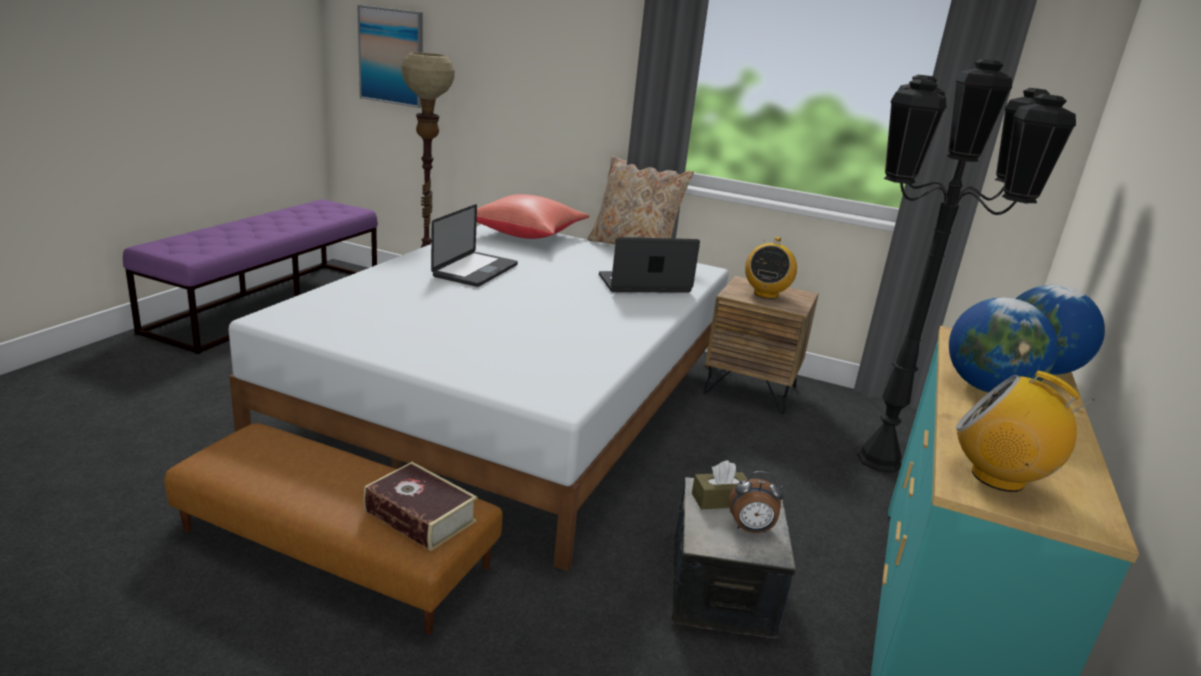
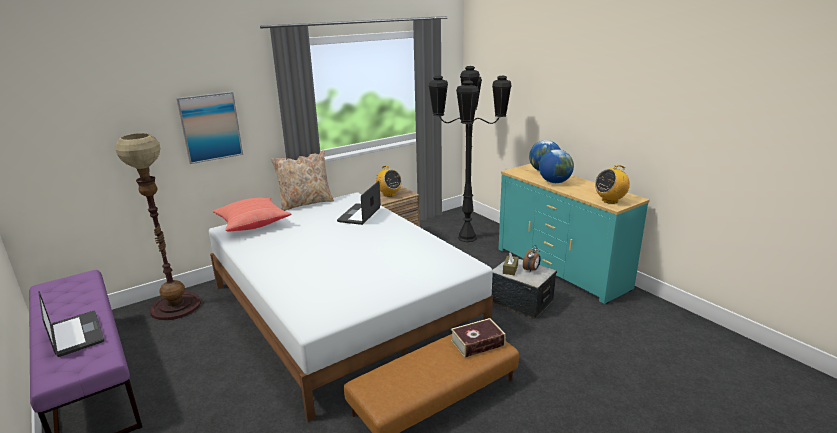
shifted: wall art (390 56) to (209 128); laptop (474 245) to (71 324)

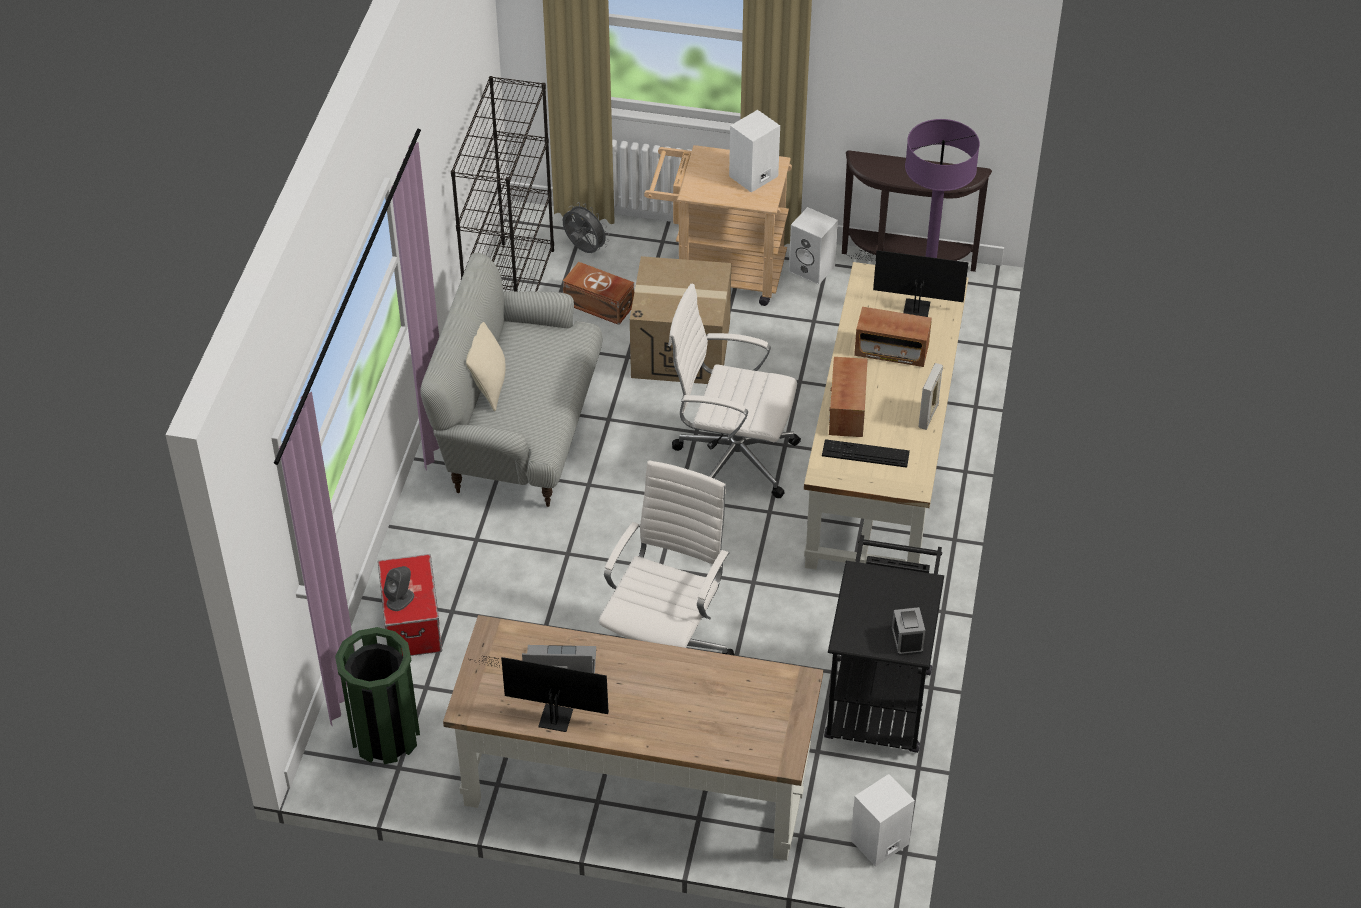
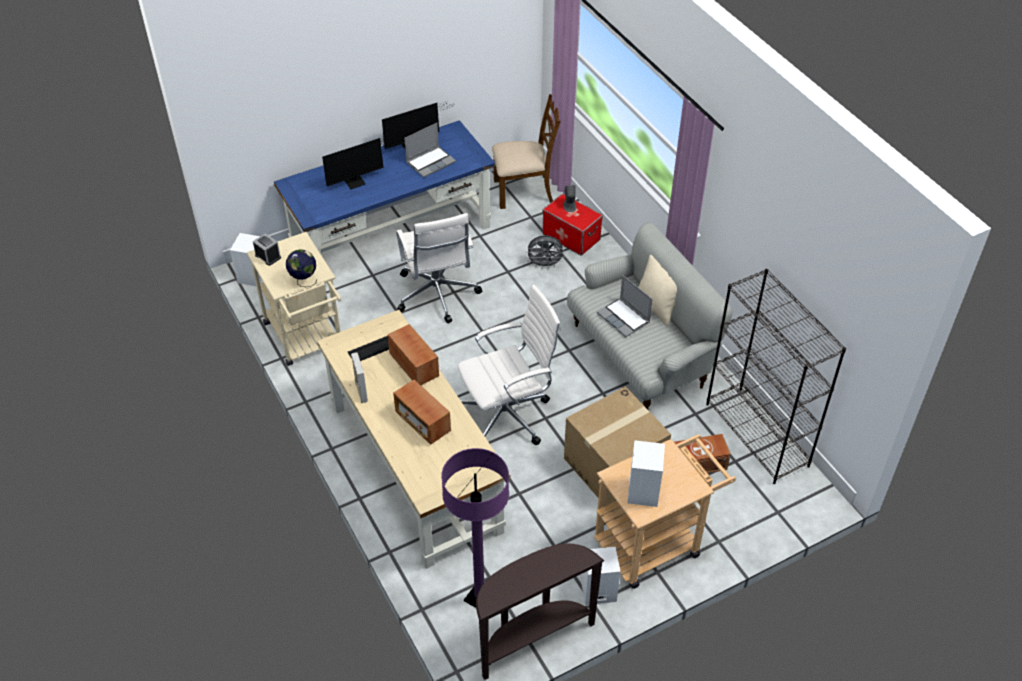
new: world globe (301 268); laptop (625 306)
shifted: greyish fan (586 227) to (545 250); computer screen (910 283) to (359 162)
swapped: greenish waste bin (377 695) to brownish upright chair (526 151)
repainted: brownish desk table (633 738) to blue-coloured desk table (384 203); black wheeled cart (884 644) to beige-coloured wheeled cart (294 299)
rotated: radio receiver (893 337) = (422 412) 105 degrees counterclockwise

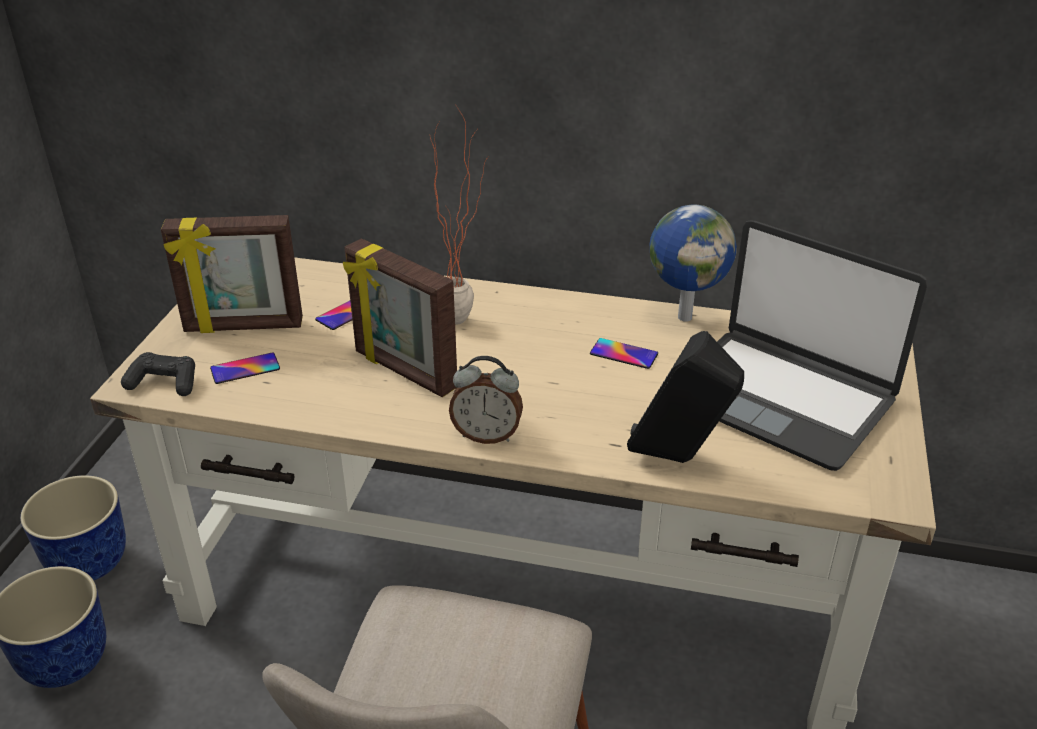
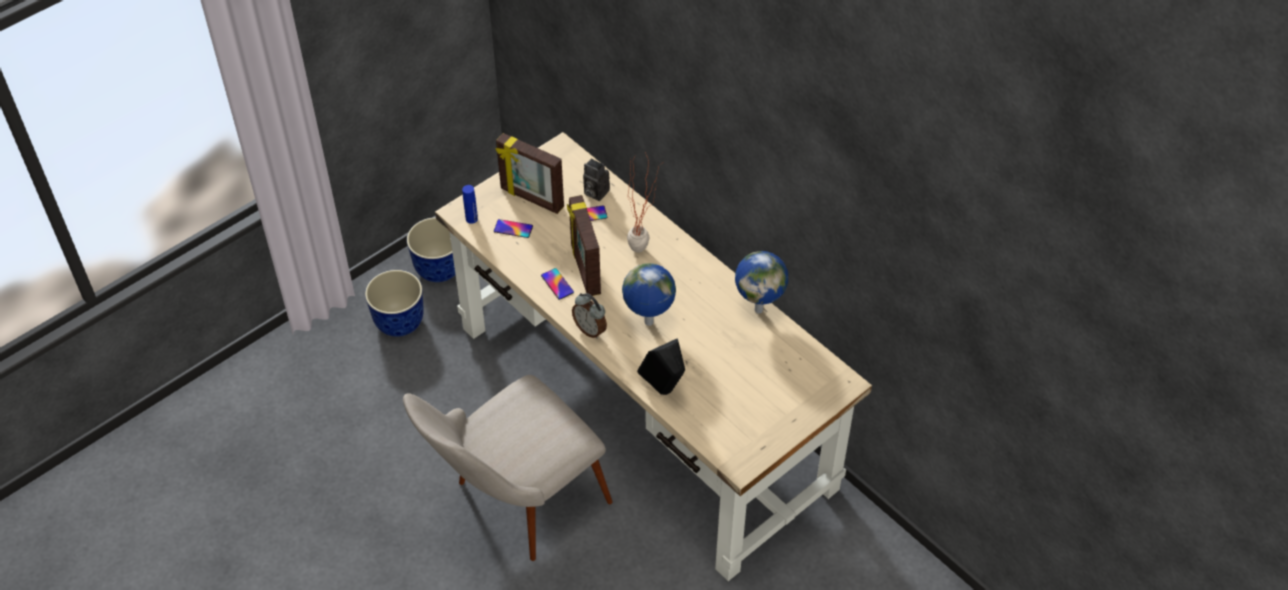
gone: laptop (822 346)
new: photo camera (596 179); world globe (649 294)
shifted: handset (624 353) to (557 284)
swapped: black gamepad (158 374) to blue-coloured drink bottle (470 204)

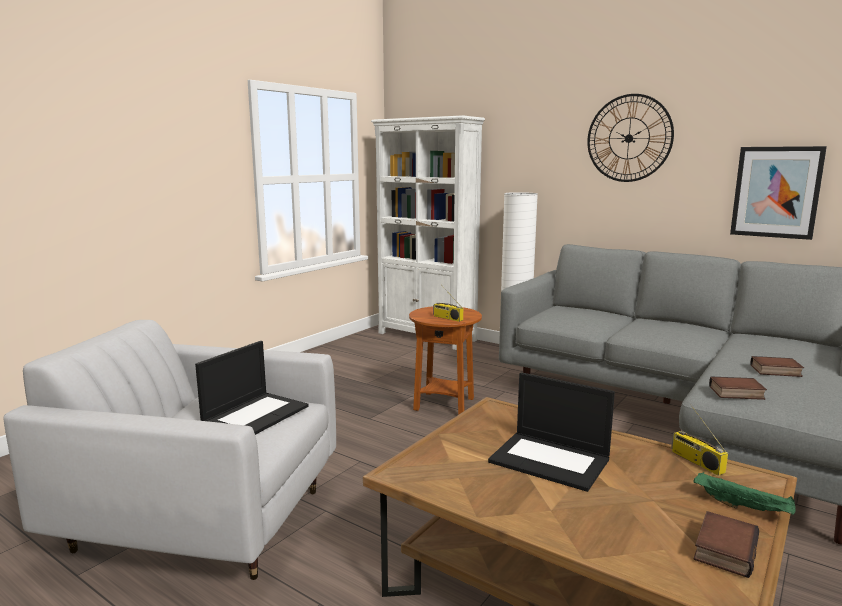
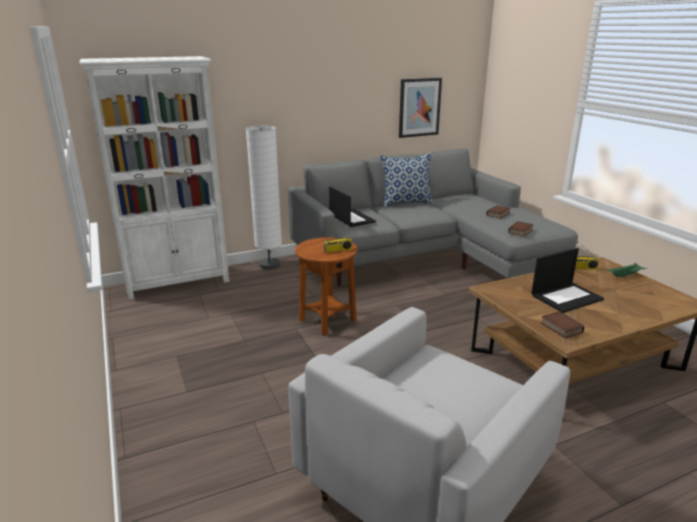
gone: clock on the wall (630 138)
new: throw pillow (407 180)
shifted: laptop (251 388) to (352 206); bound book (726 544) to (562 325)

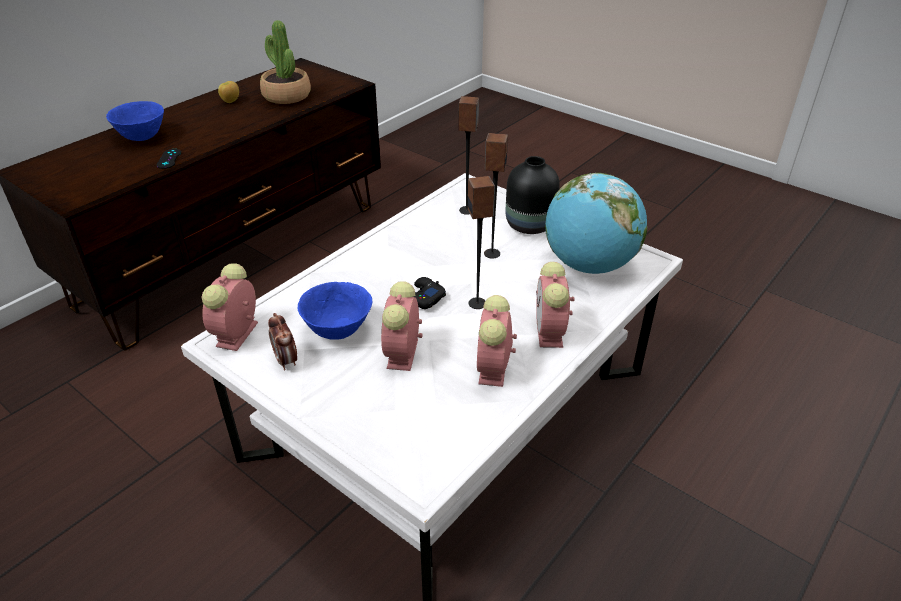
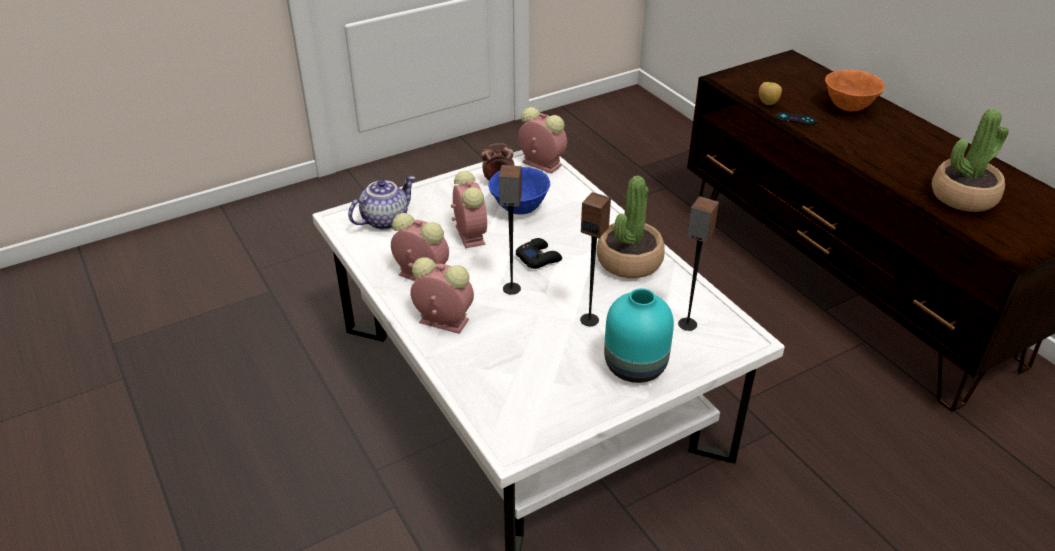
gone: world globe (596 223)
new: pot for tea (381 203); houseplant (631 227)
shifted: apple (228 92) to (770 93)
repainted: blue-coloured bowl (135 121) to orange bowl (855 90); black decorative vase (533 195) to turquoise-coloured decorative vase (639 335)
rotated: bedside clock (402 326) = (469 209) 45 degrees clockwise

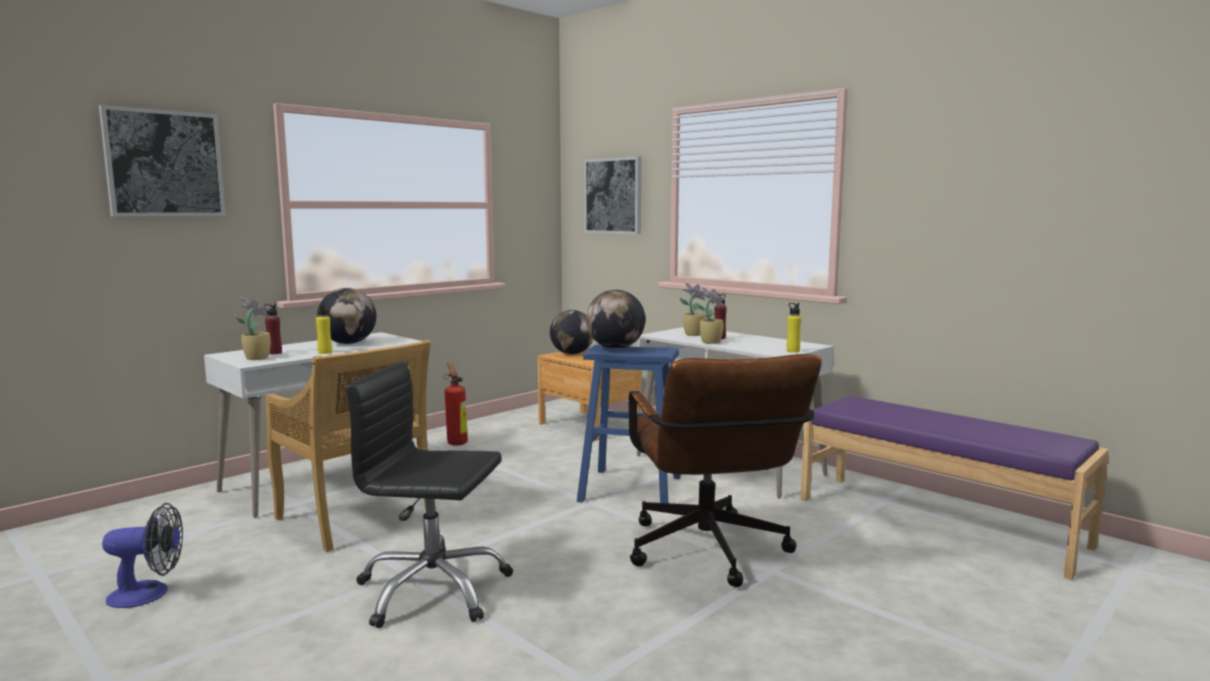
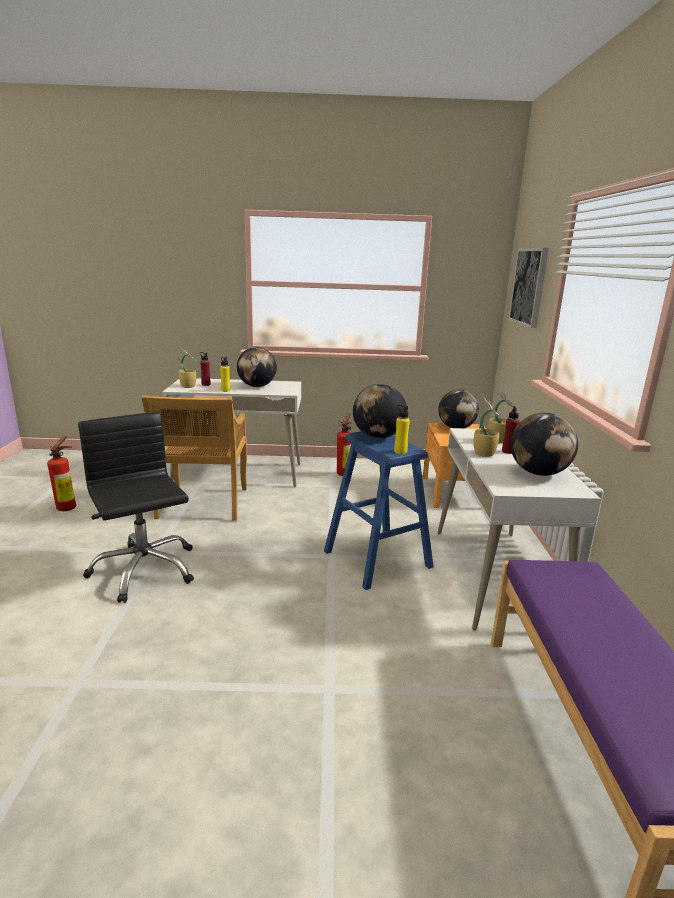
gone: wall art (162 160); brownish office chair (725 470)
new: world globe (544 444)
shifted: yellowish drink bottle (793 328) to (402 429)
swapped: fan (142 555) to fire extinguisher (61 473)

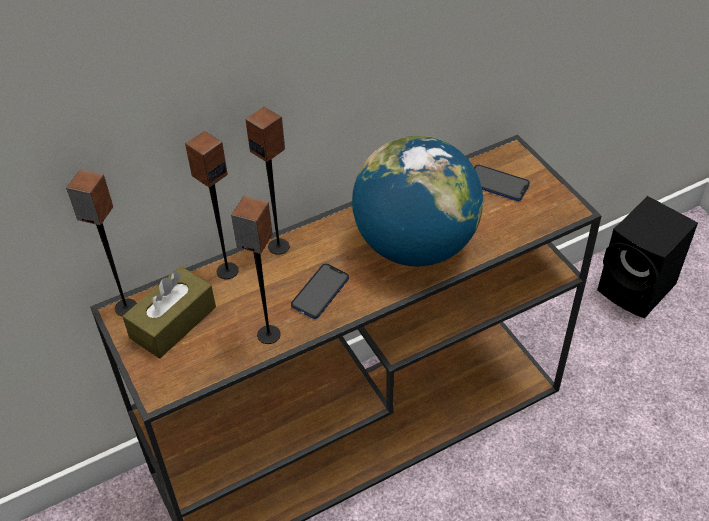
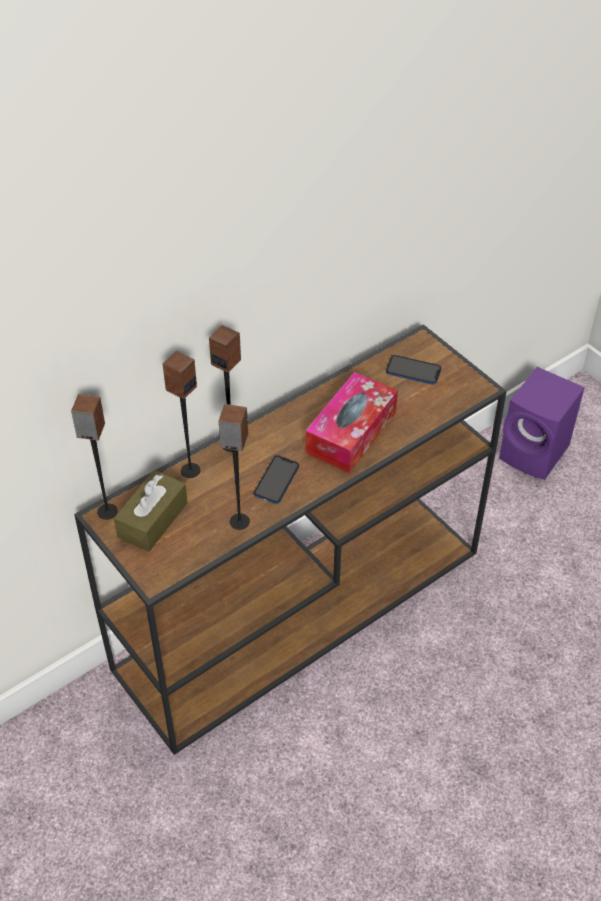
swapped: world globe (417 201) to box of tissues (351 422)
repainted: black loudspeaker (647 257) to purple loudspeaker (542 423)

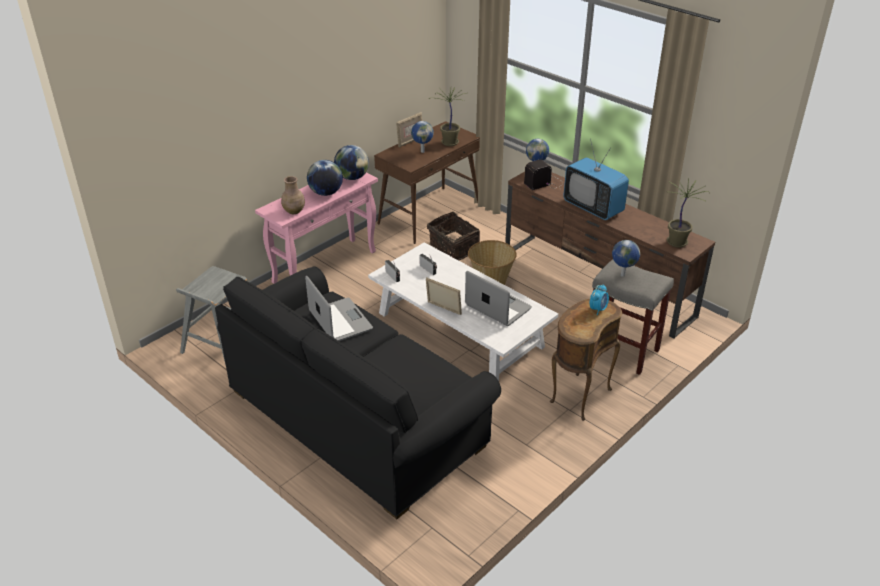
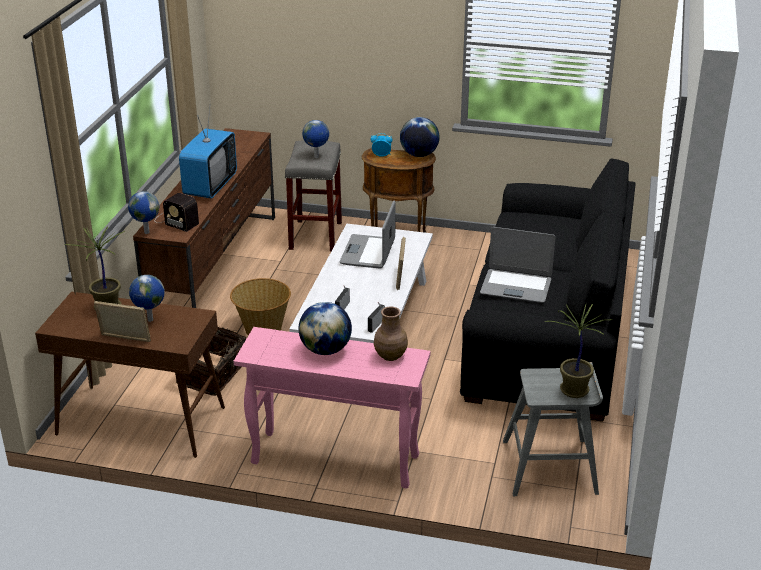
shifted: world globe (351 162) to (420 137); houseplant (688 213) to (578 351)
rotated: laptop (339 308) = (517 265) 105 degrees counterclockwise

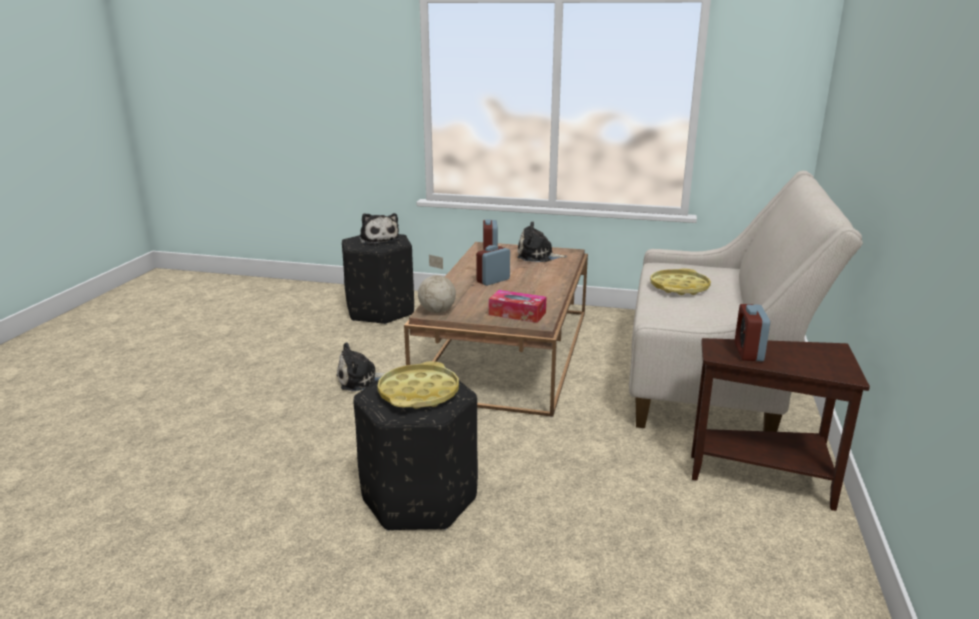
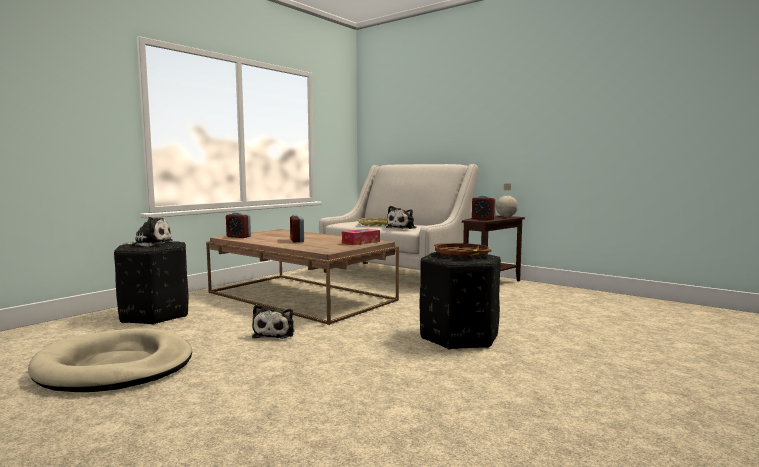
new: beige-coloured dog cushion (110 360)
shifted: world globe (437 284) to (507 200); plush toy (542 241) to (401 217)
repainted: yellowish serving tray (418 385) to brownish serving tray (463 251)

